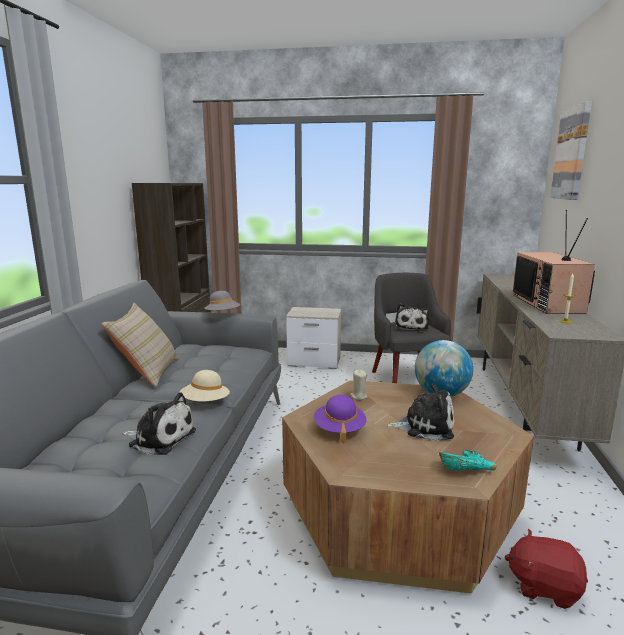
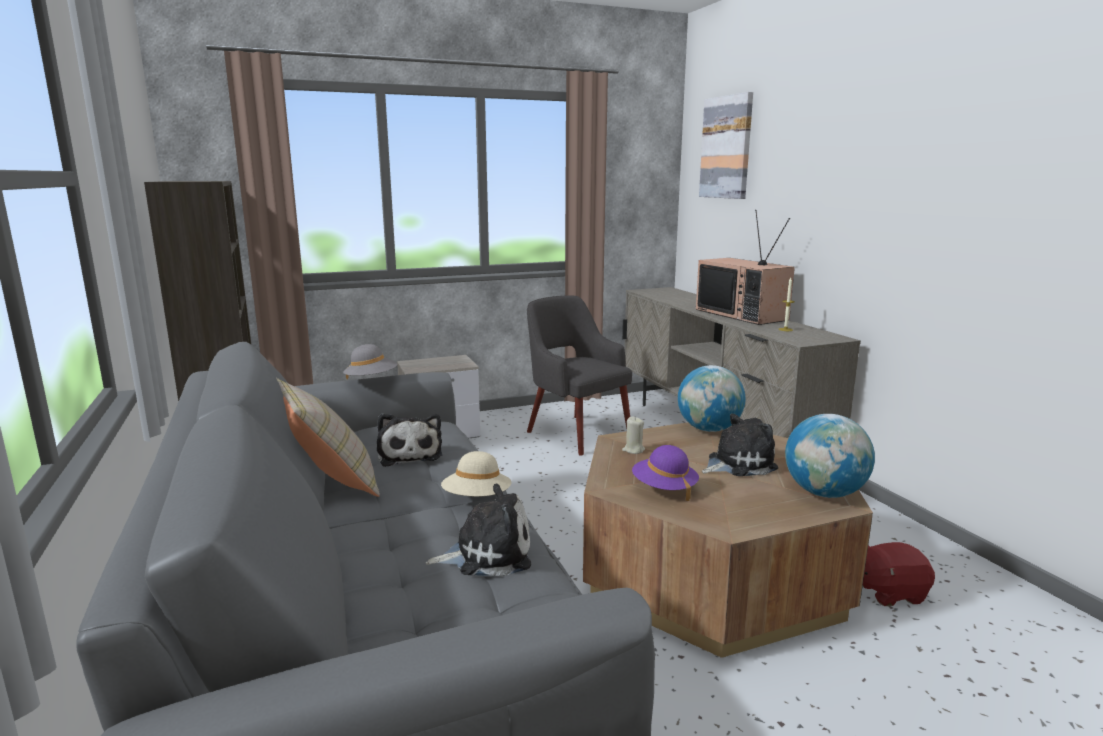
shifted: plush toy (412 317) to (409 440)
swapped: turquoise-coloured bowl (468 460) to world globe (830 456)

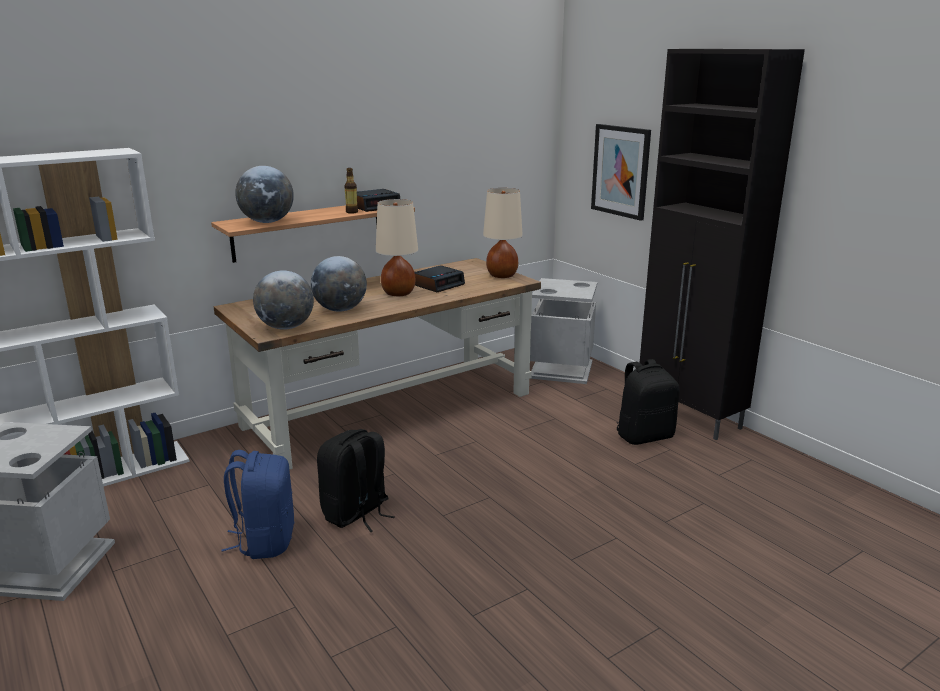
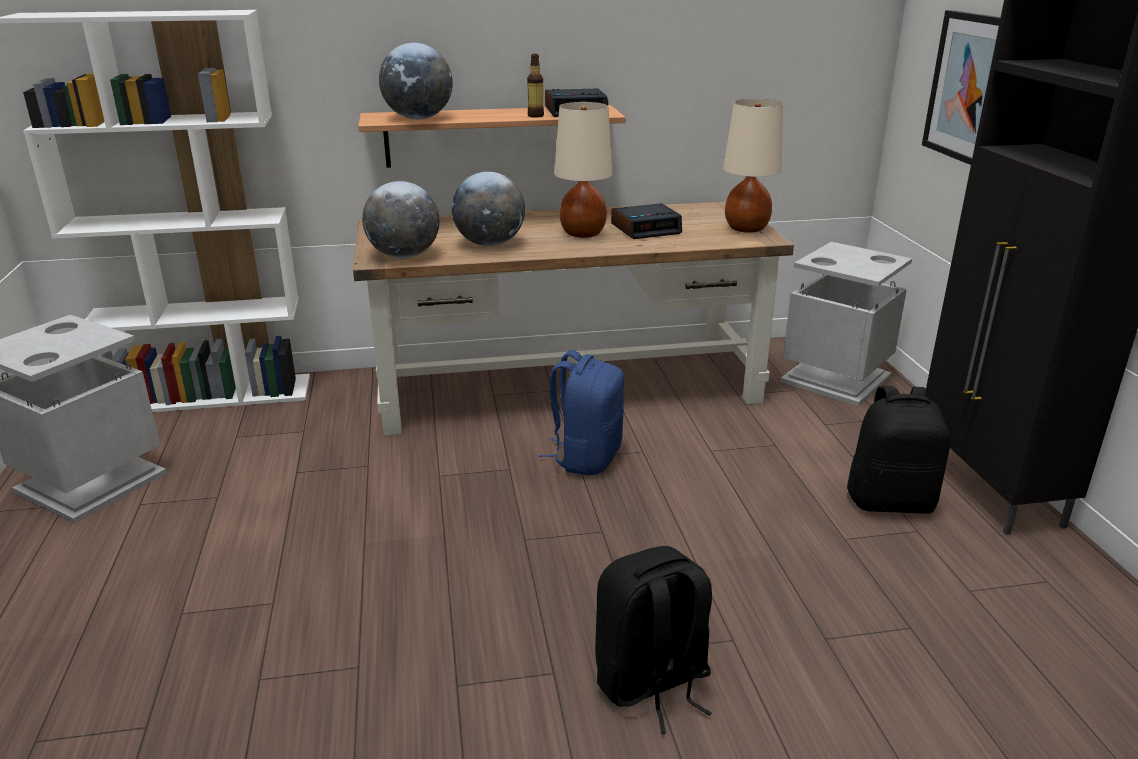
shifted: blue-coloured backpack (257 504) to (581 413); black backpack (356 480) to (653 640)

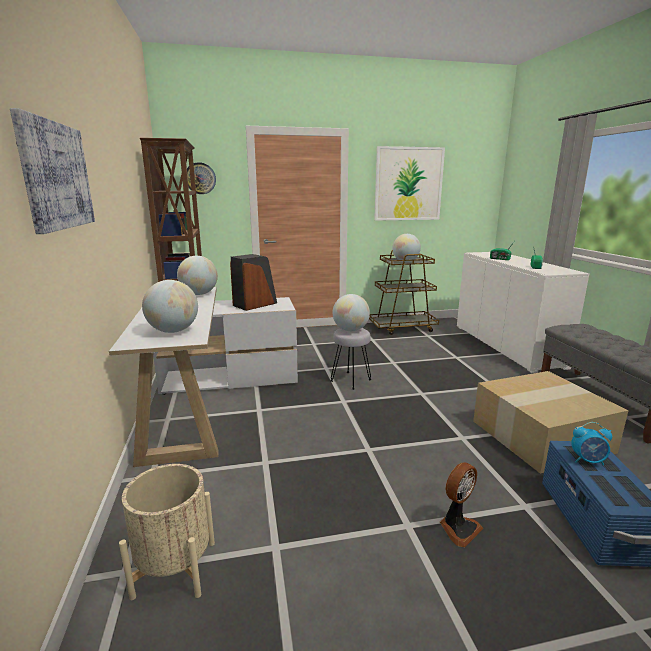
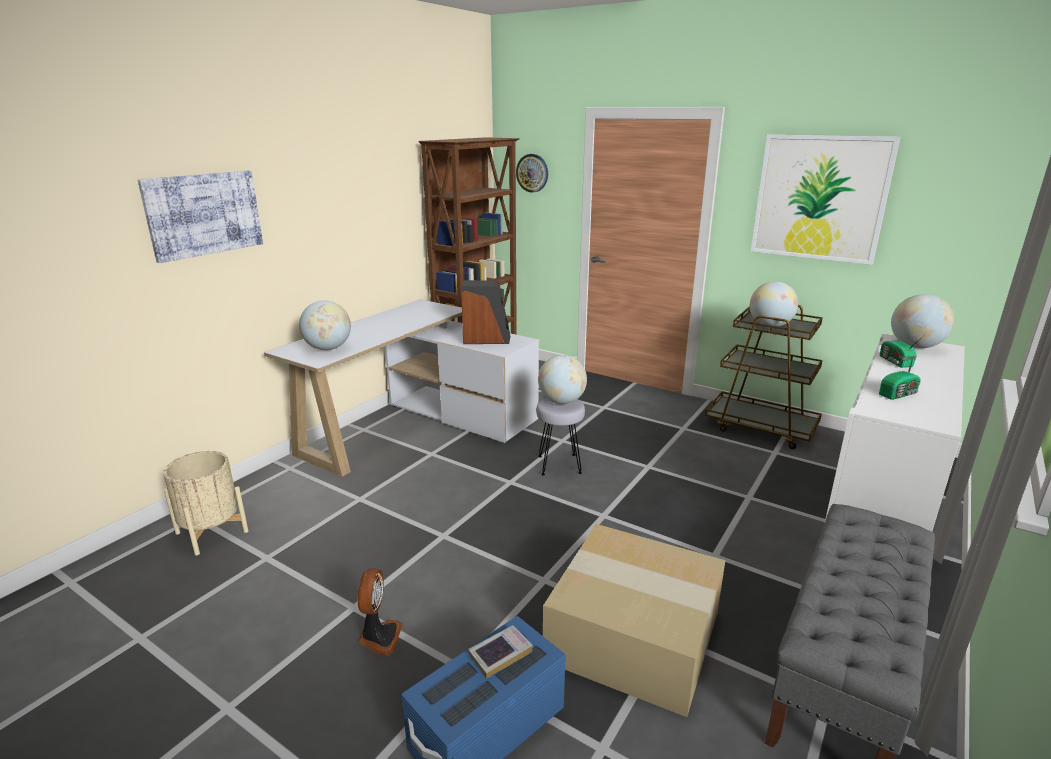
shifted: world globe (197 275) to (922 321)
swapped: bedside clock (591 444) to bound book (500 651)
rotated: fan (461 504) = (380 612) 90 degrees counterclockwise

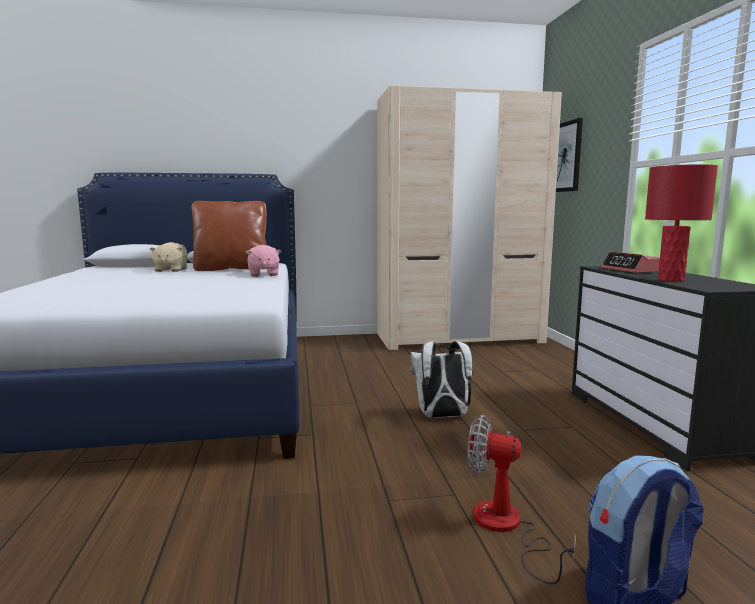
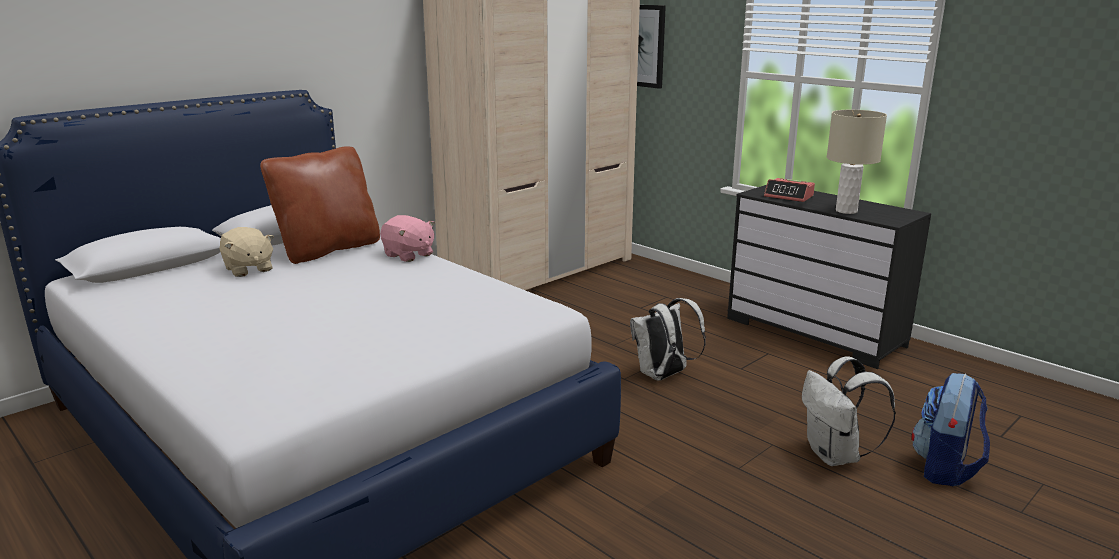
swapped: fan (521 499) to white-coloured backpack (849 411)
repainted: red-coloured lamp for a table (681 223) to beige-coloured lamp for a table (857 162)

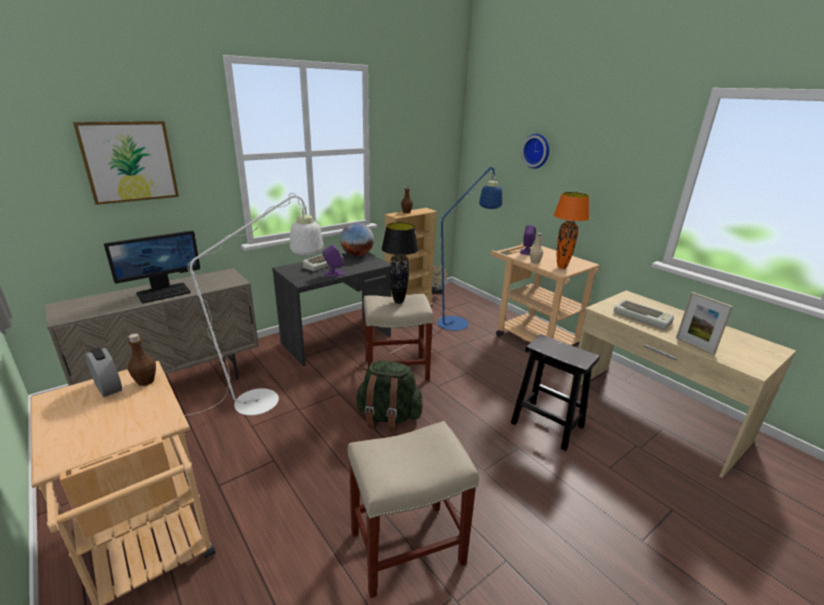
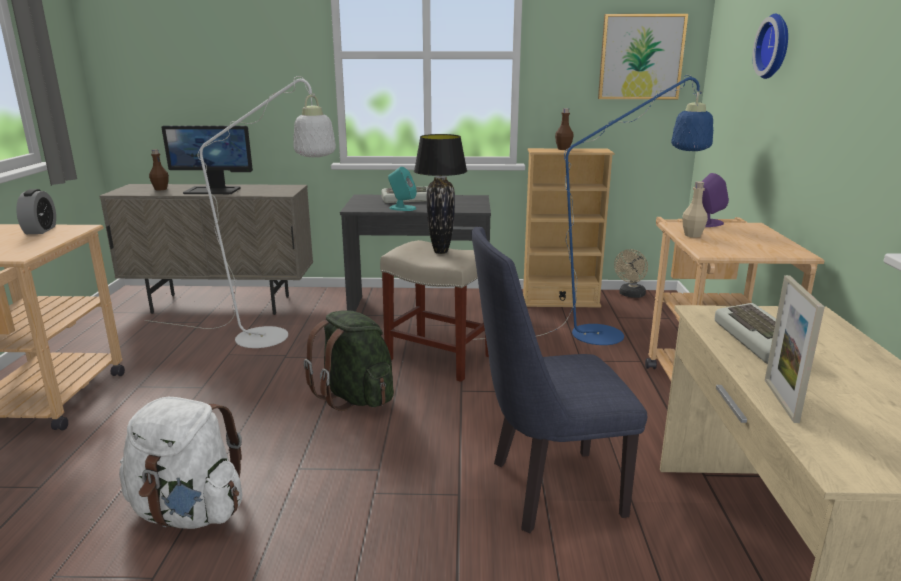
gone: world globe (357 239); orange lamp for a table (571 230)
shifted: wall art (126 163) to (643 56); brownish drink bottle (142 360) to (159 170)
swapped: beige-coloured stool (413 509) to white-coloured backpack (180 463); black stool (555 392) to blue-coloured upright chair (559 380)
repainted: purple loudspeaker (333 260) to turquoise-coloured loudspeaker (402 189)

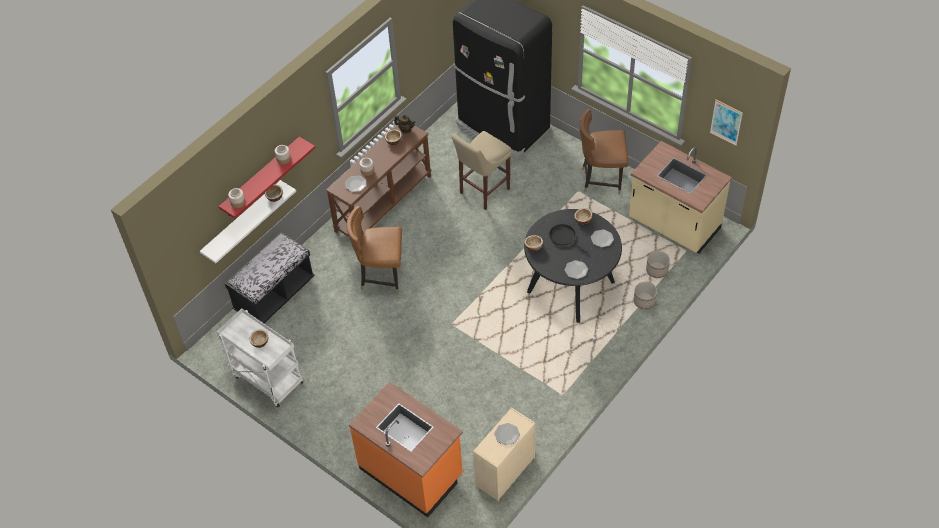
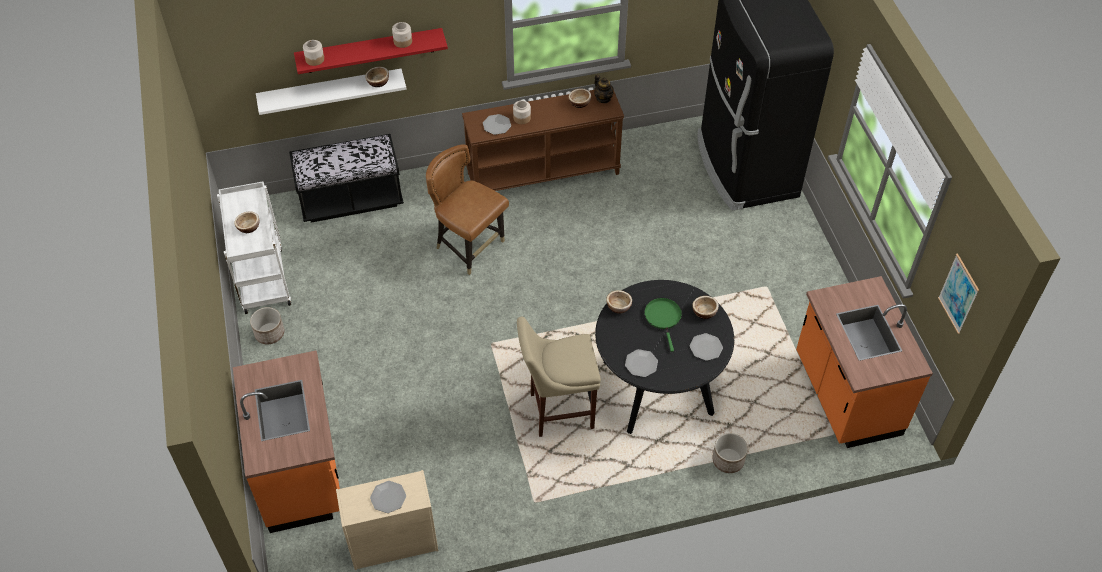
gone: brownish upright chair (604 152)
shifted: beige-coloured stool (482 170) to (559 377); planter (658 264) to (267 325)
repainted: black frying pan (568 238) to greenish frying pan (663 325); beige-coloured counter (680 197) to orange counter (864 362)

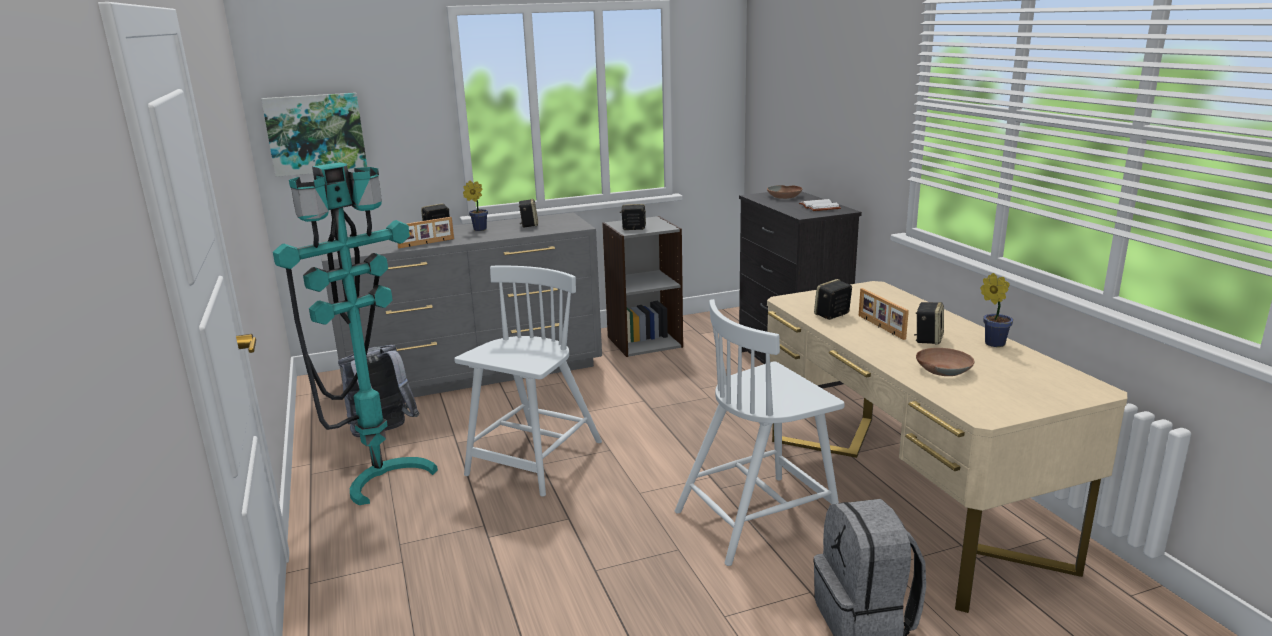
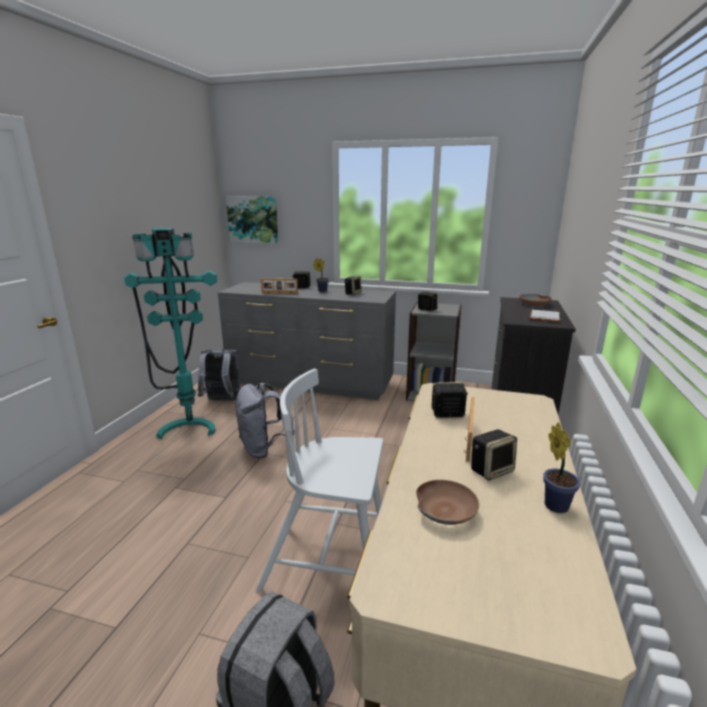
swapped: white-coloured upright chair (528 381) to greyish backpack (265 420)

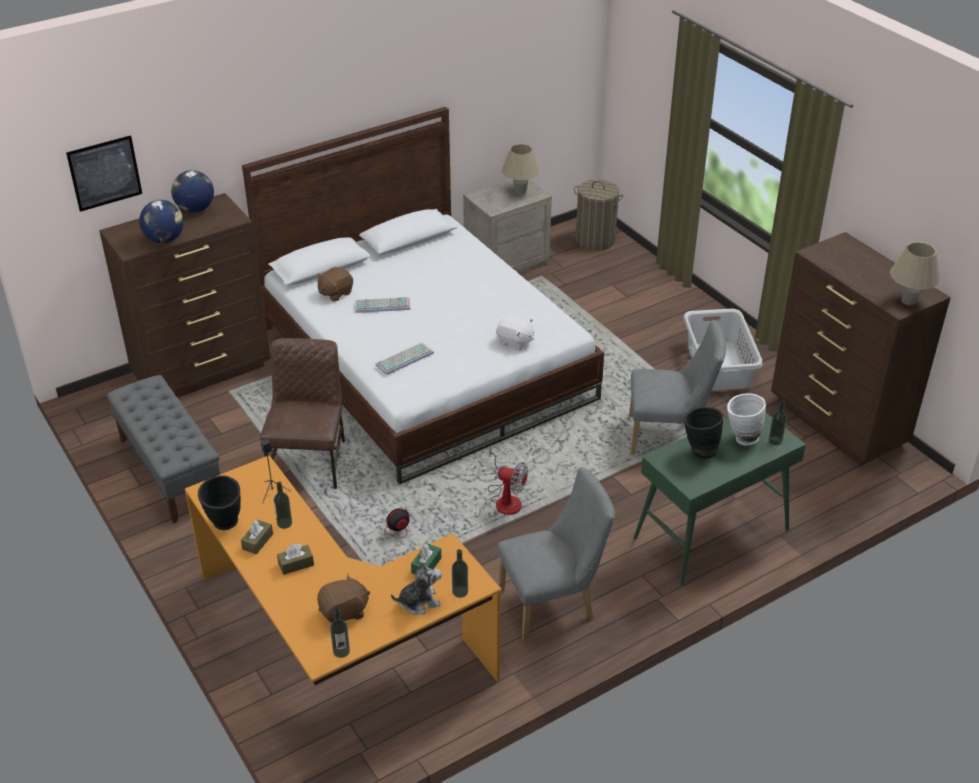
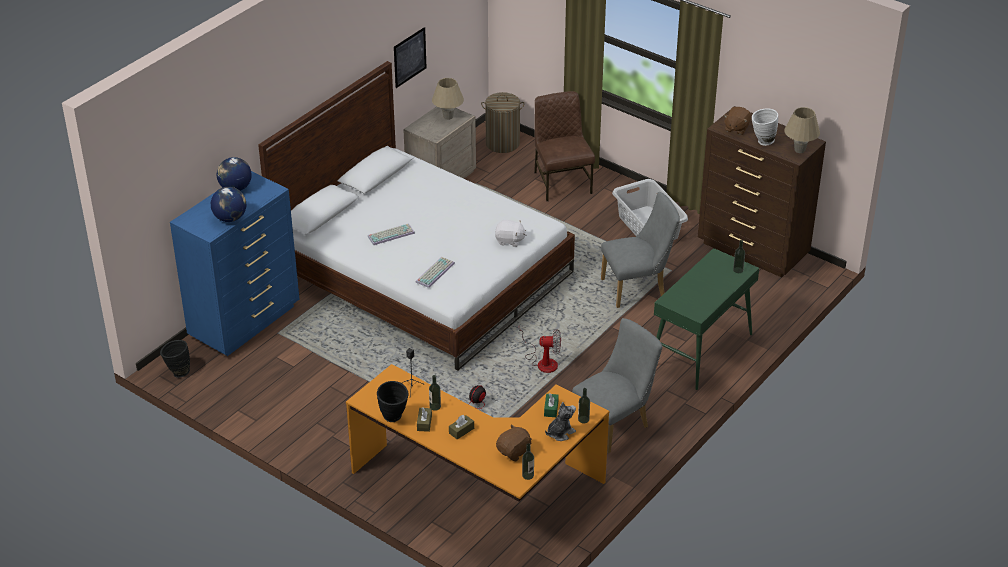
gone: greyish bench (163 449)
shifted: wall art (104 173) to (410 57); brownish upright chair (302 413) to (564 146); brownish plush toy (335 284) to (737 121); black decorative vase (703 433) to (175 359); white-coloured decorative vase (746 419) to (765 127)
repainted: brownish chest of drawers (185 295) to blue-coloured chest of drawers (234 263)

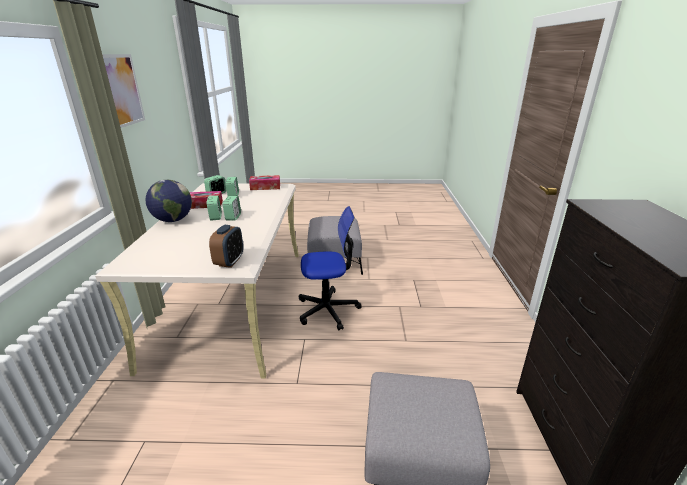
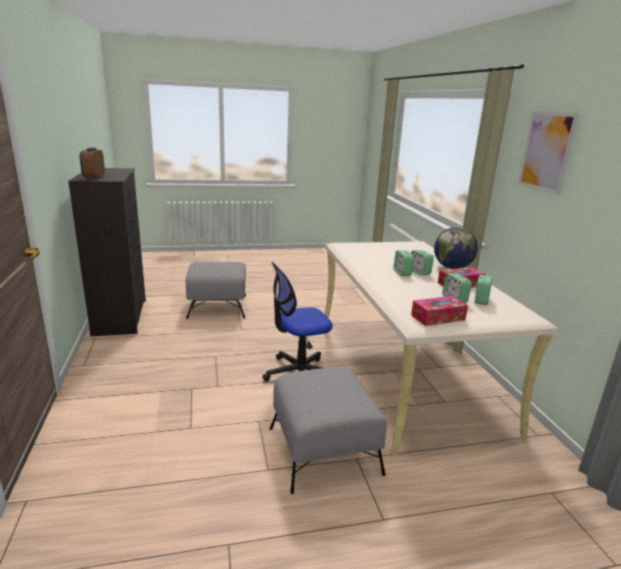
shifted: bedside clock (226 246) to (92 163)

